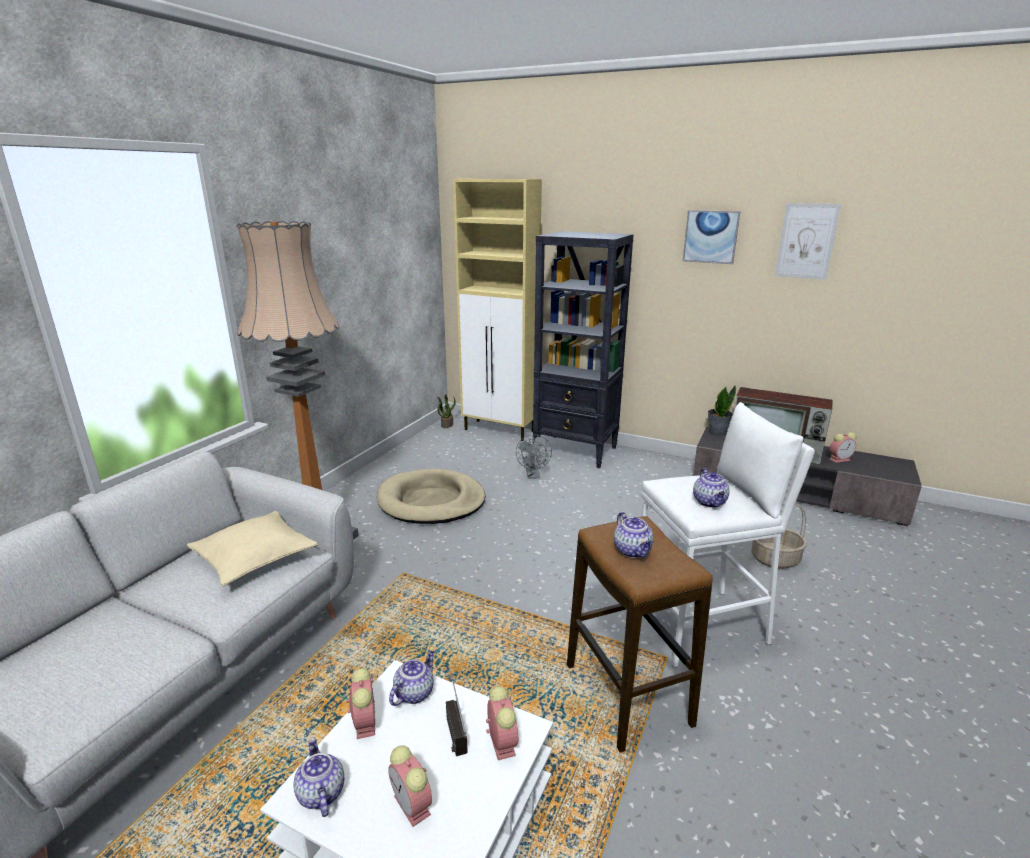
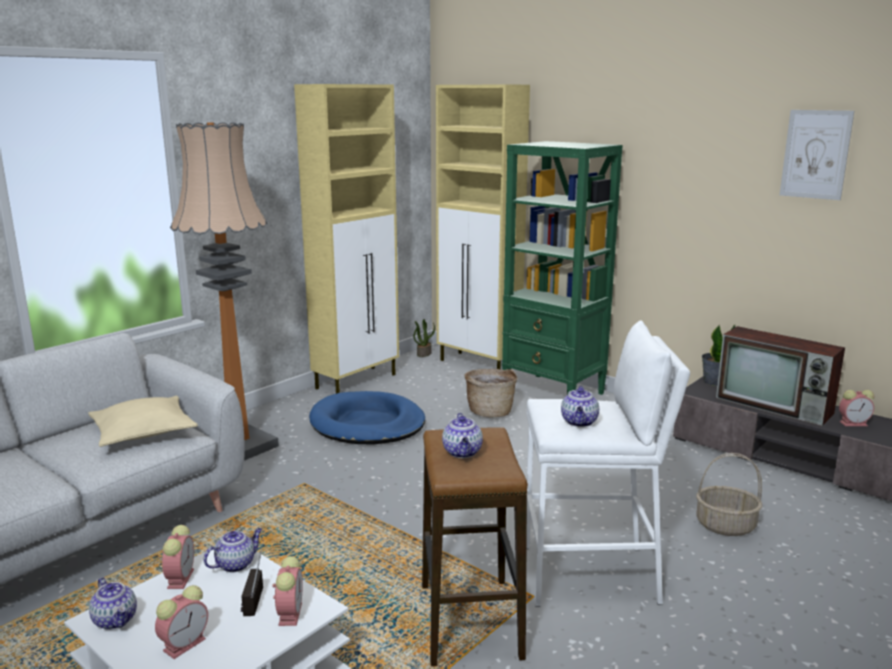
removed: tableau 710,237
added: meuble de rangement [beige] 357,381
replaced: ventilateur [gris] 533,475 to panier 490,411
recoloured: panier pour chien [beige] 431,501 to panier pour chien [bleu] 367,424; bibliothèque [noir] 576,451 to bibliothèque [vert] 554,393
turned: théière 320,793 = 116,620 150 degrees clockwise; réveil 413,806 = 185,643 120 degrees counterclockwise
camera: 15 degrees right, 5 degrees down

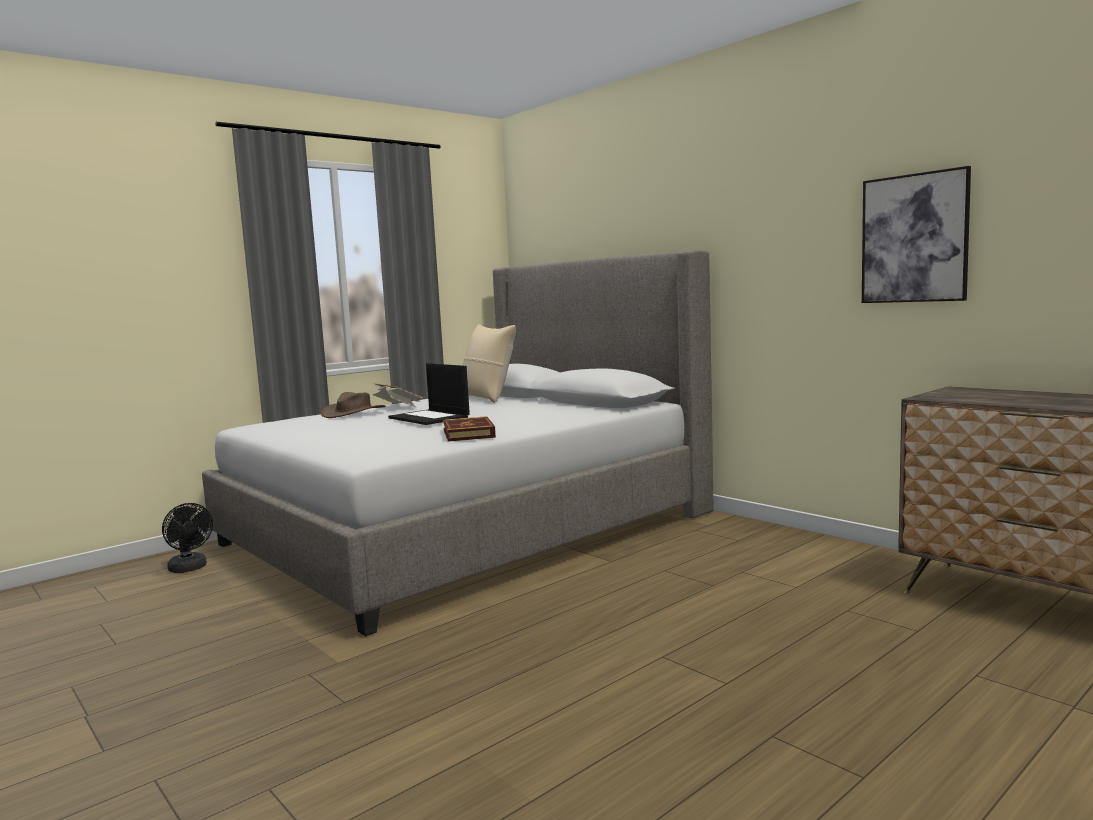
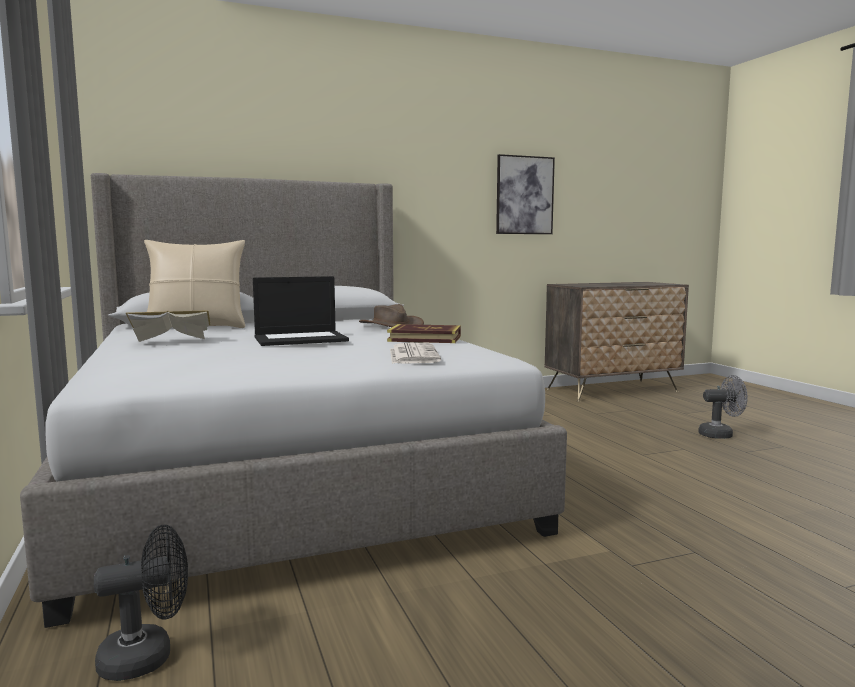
added: journal 412,355; ventilateur [gris] 721,434
moved: chapeau [marron] 353,412 to 391,326
camera: 70 degrees left, 0 degrees up

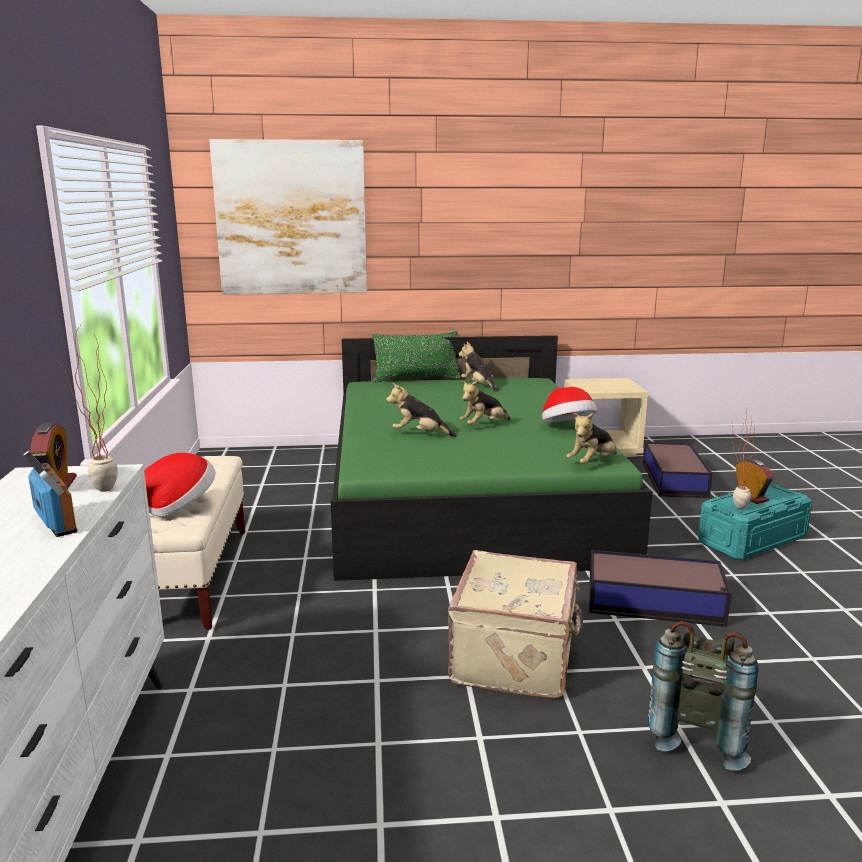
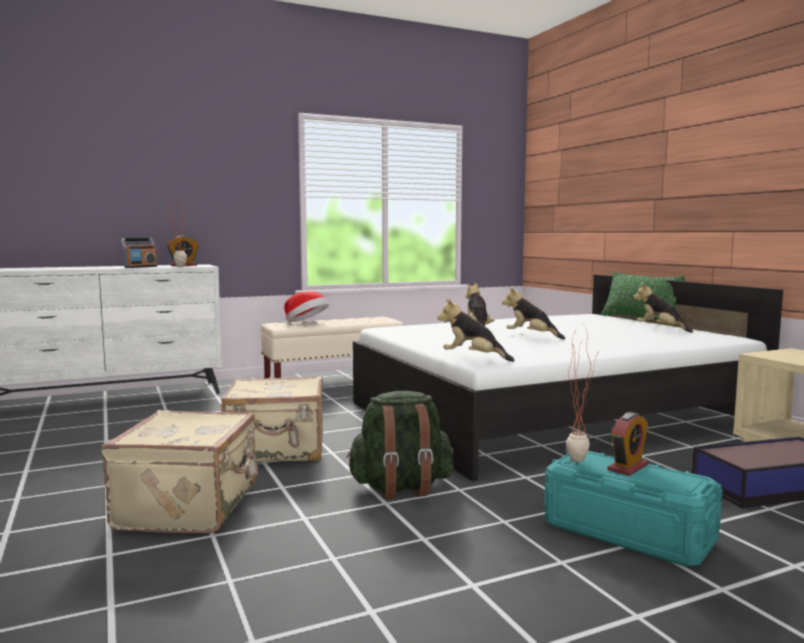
removed: tableau 291,218; chapeau 567,427
replaced: boîte de rangement 656,602 to sac à dos [vert] 401,488; sac à dos [gris] 697,733 to valise [beige] 190,507
recoloured: lit [vert] 465,495 to lit [blanc] 548,413
turned: peluche 478,385 = 660,329 75 degrees counterclockwise
camera: 70 degrees right, 10 degrees down

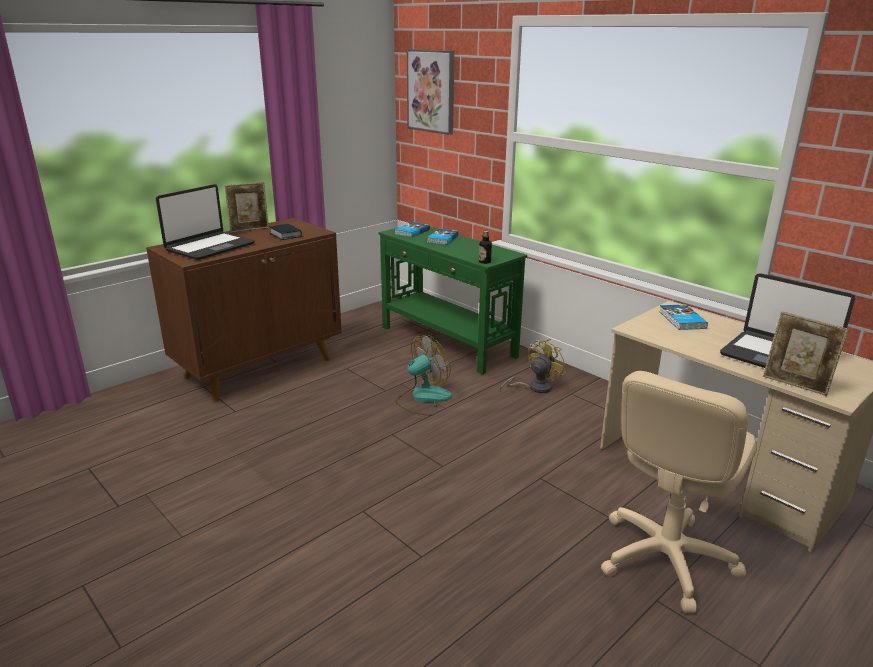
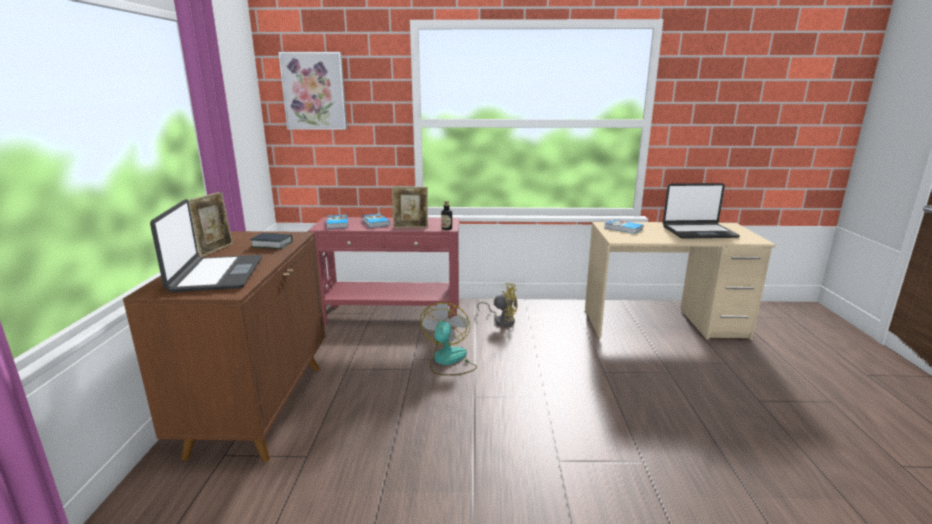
removed: chaise de bureau [beige] 665,558
moved: cadre photo 795,385 to 411,227
recoloured: table console [vert] 447,342 to table console [rouge] 392,316
turned: ventilateur [jaune] 534,387 = 502,320 105 degrees clockwise
camera: 45 degrees left, 5 degrees down

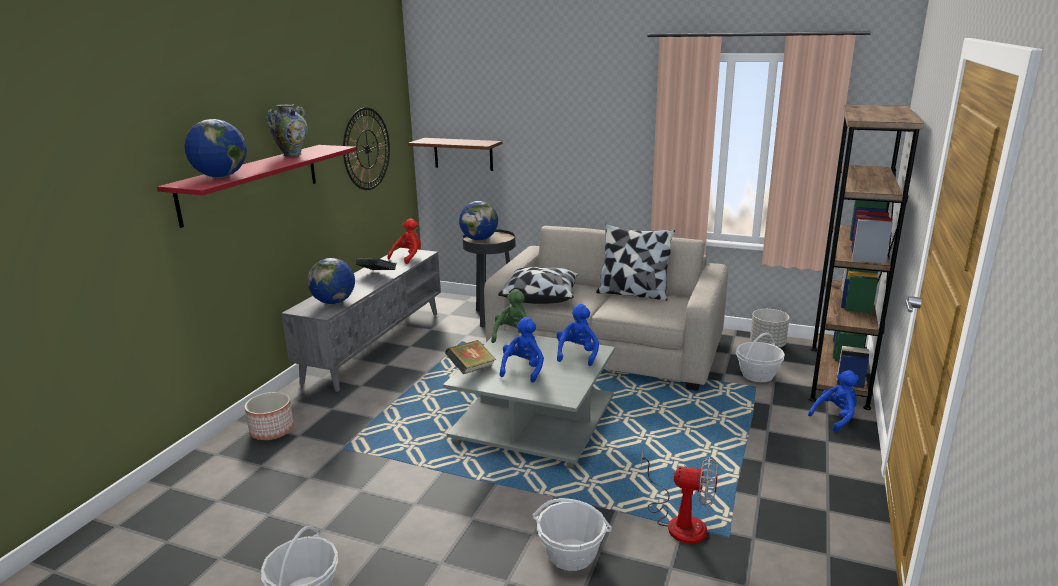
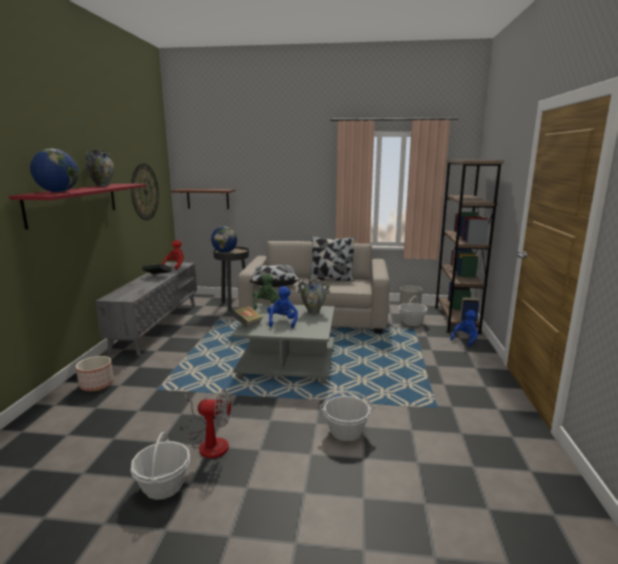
removed: globe 334,302
moved: ventilateur 679,521 to 209,442
replaced: peluche [bleu] 577,354 to vase 313,311
camera: 15 degrees left, 5 degrees down

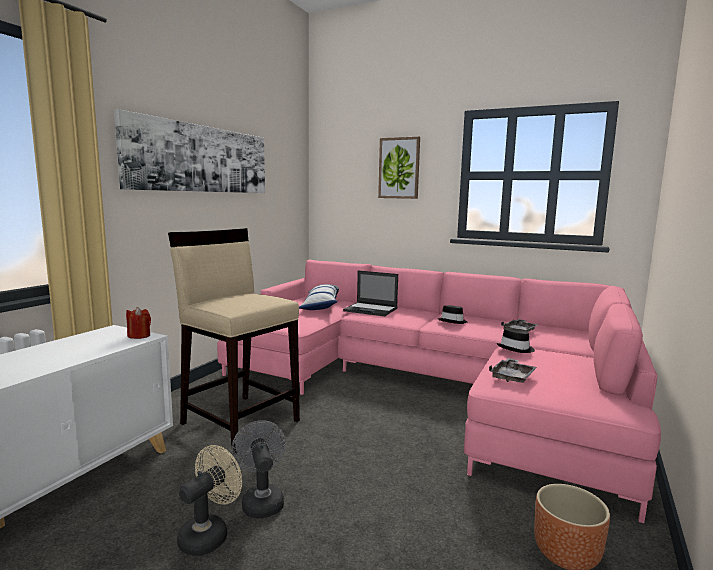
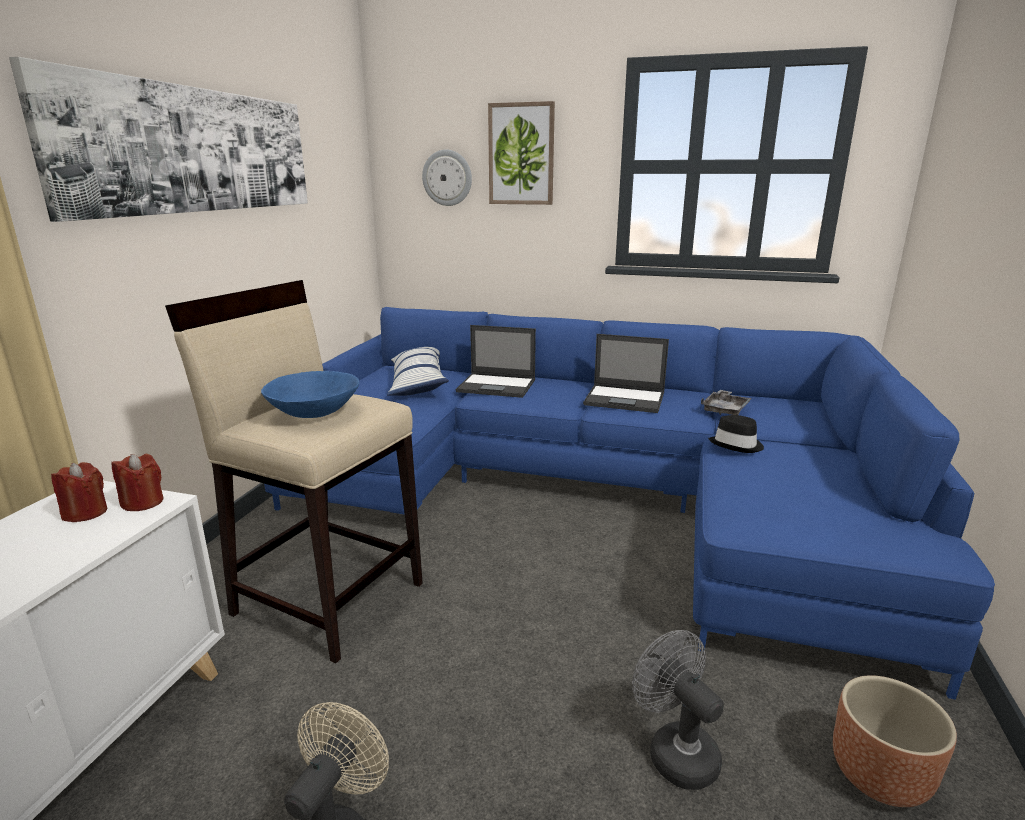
removed: plateau [gris] 512,377
added: bougie [rouge] 85,513; bol [bleu] 314,413; horloge murale 447,178
moved: ventilateur [gris] 261,500 to 675,751
replaced: chapeau [noir] 453,321 to ordinateur portable 625,399
recoloured: canapé [rose] 429,385 to canapé [bleu] 595,495
camera: 10 degrees left, 10 degrees up

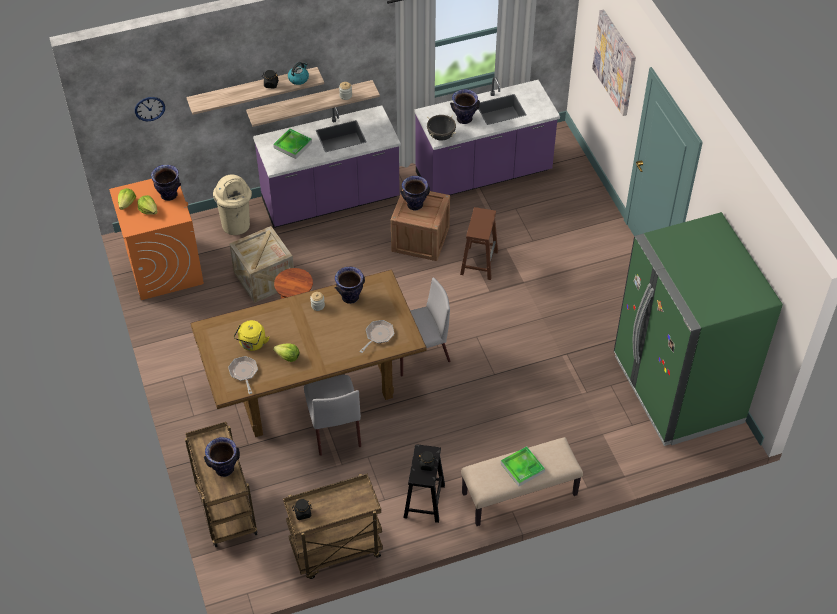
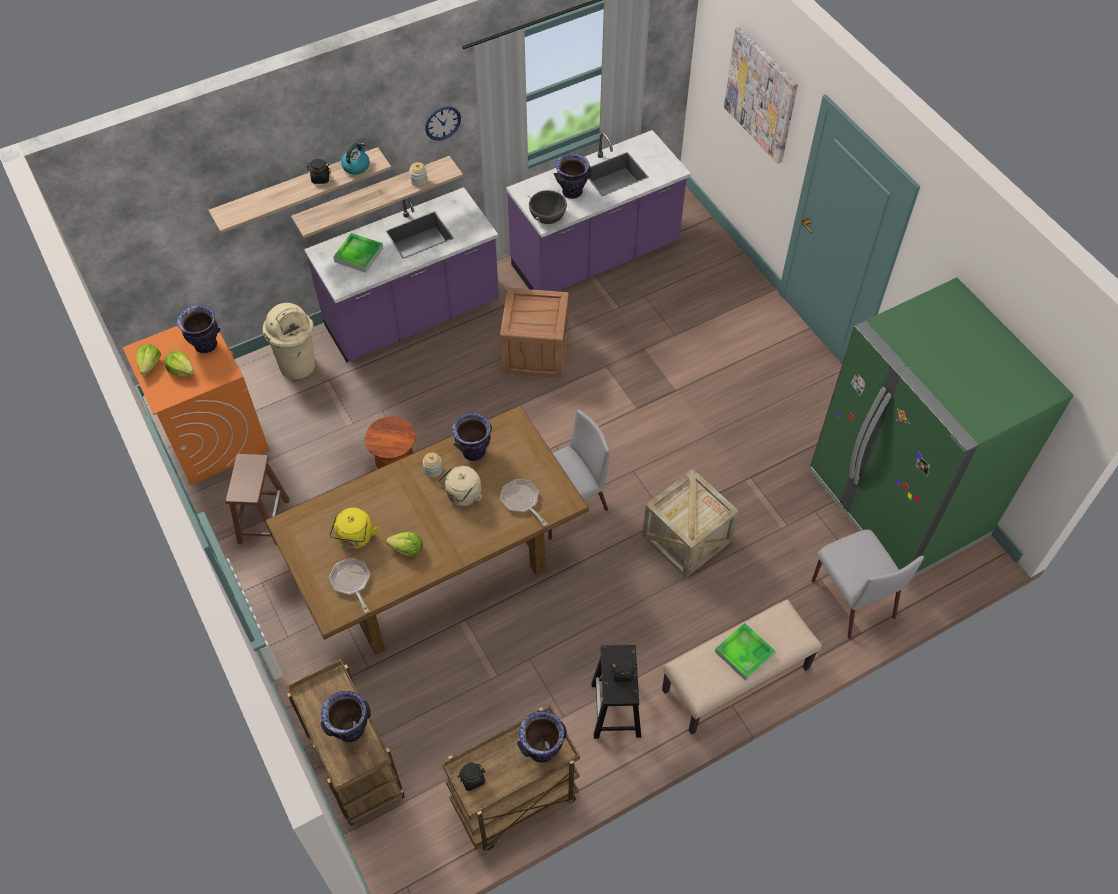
added: bouilloire [beige] 462,496
moved: horloge murale 149,108 to 442,123; caisse 264,278 to 686,538; chaise [gris] 334,428 to 851,597; vase 415,205 to 542,749; tabouret [marron] 479,262 to 264,520
turned: poêle 378,336 = 522,501 60 degrees counterclockwise
camera: 10 degrees left, 5 degrees up

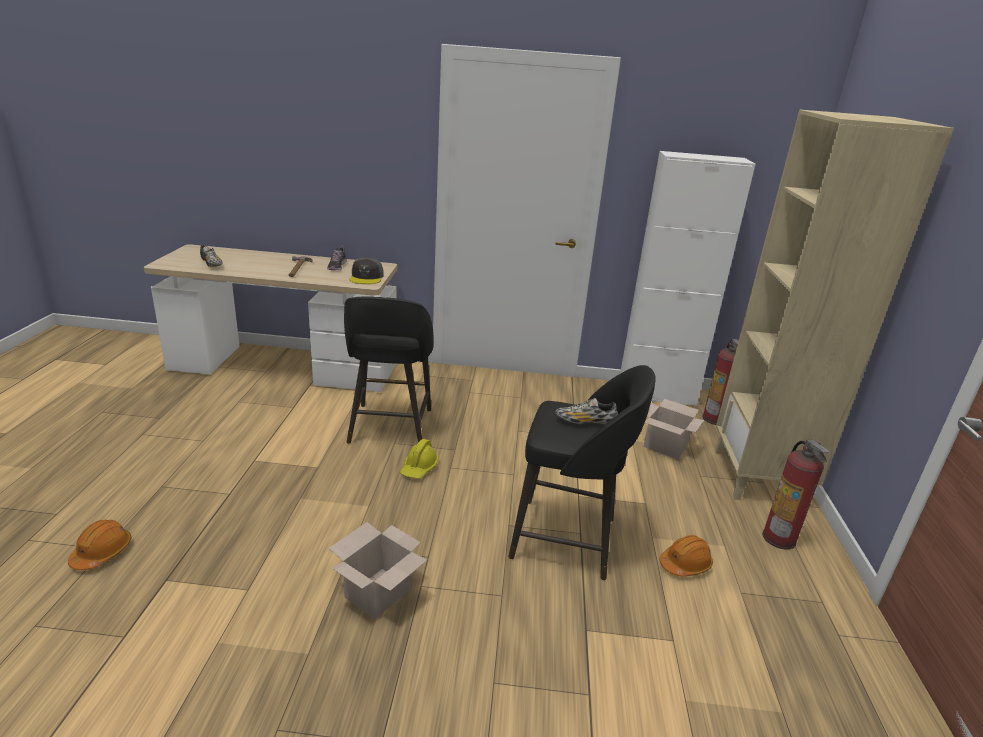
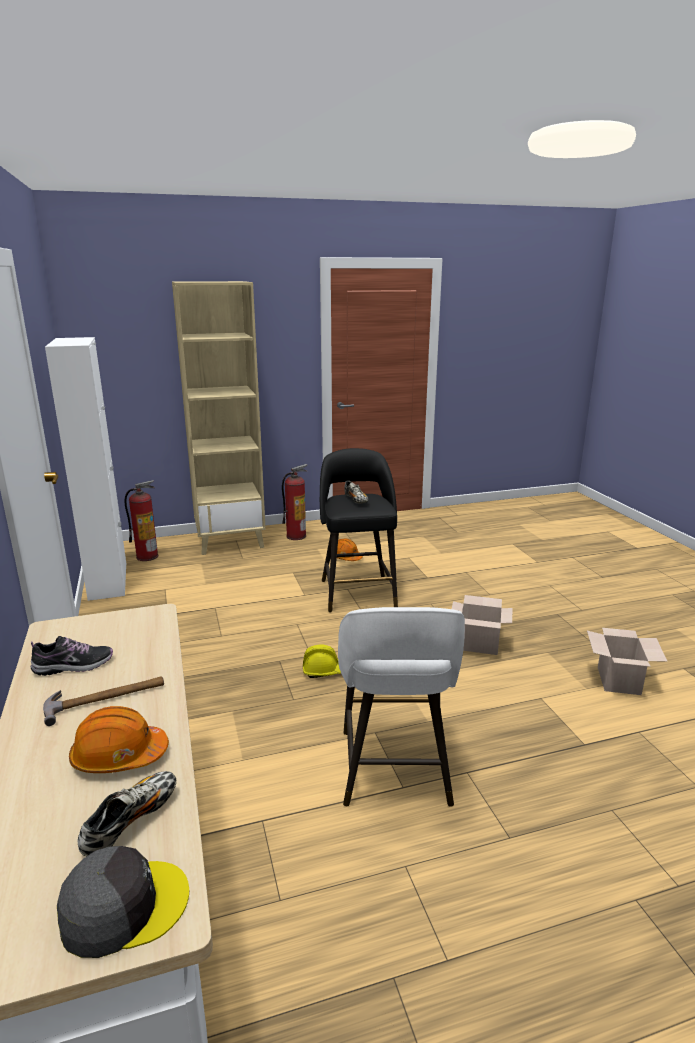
removed: tabouret [noir] 390,427
added: tabouret [blanc] 394,770
moved: casque de chantier [orange] 102,553 to 119,756; casquette [gris] 366,277 to 124,906; carton 664,446 to 619,681
camera: 110 degrees left, 5 degrees down

